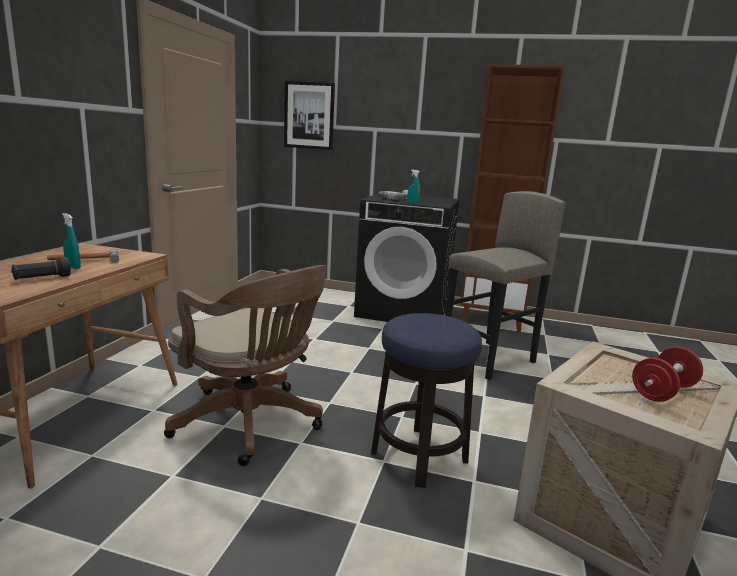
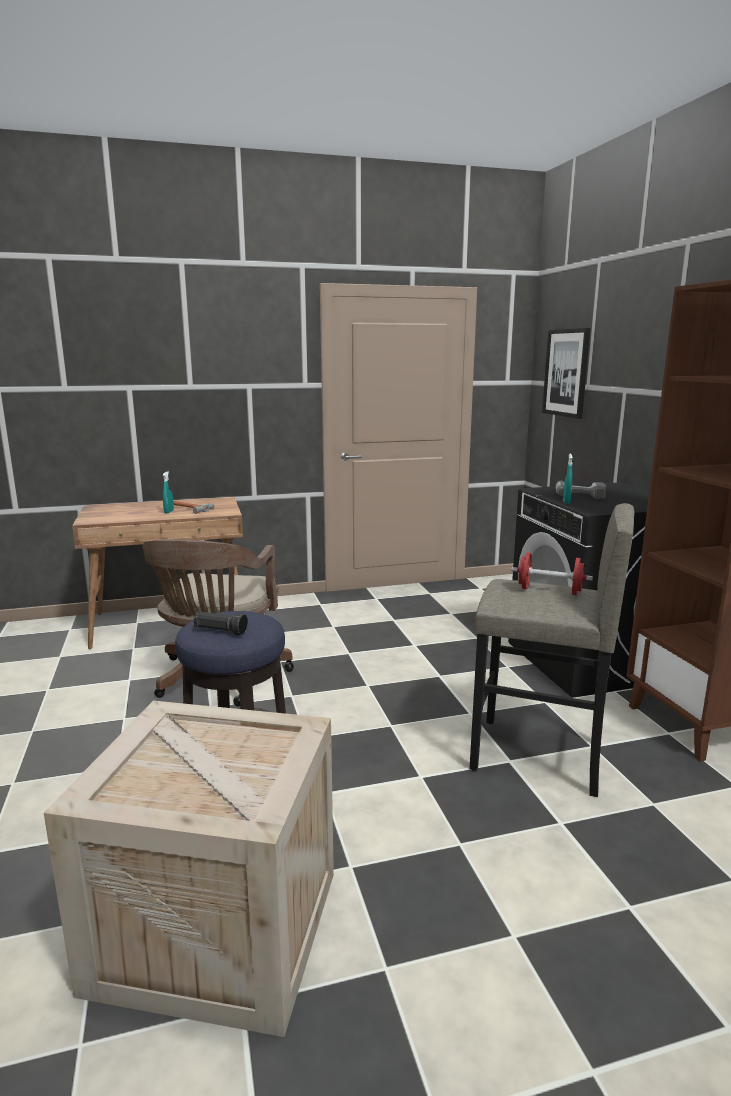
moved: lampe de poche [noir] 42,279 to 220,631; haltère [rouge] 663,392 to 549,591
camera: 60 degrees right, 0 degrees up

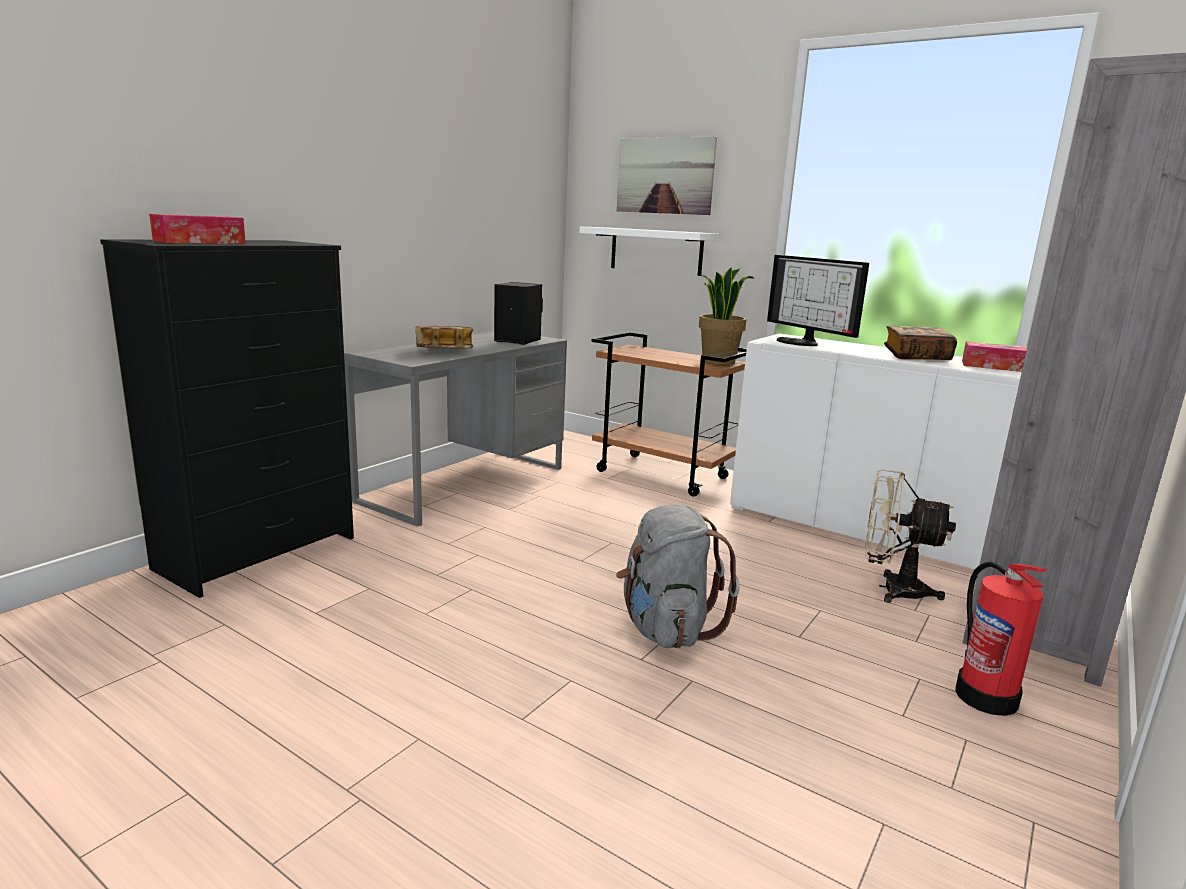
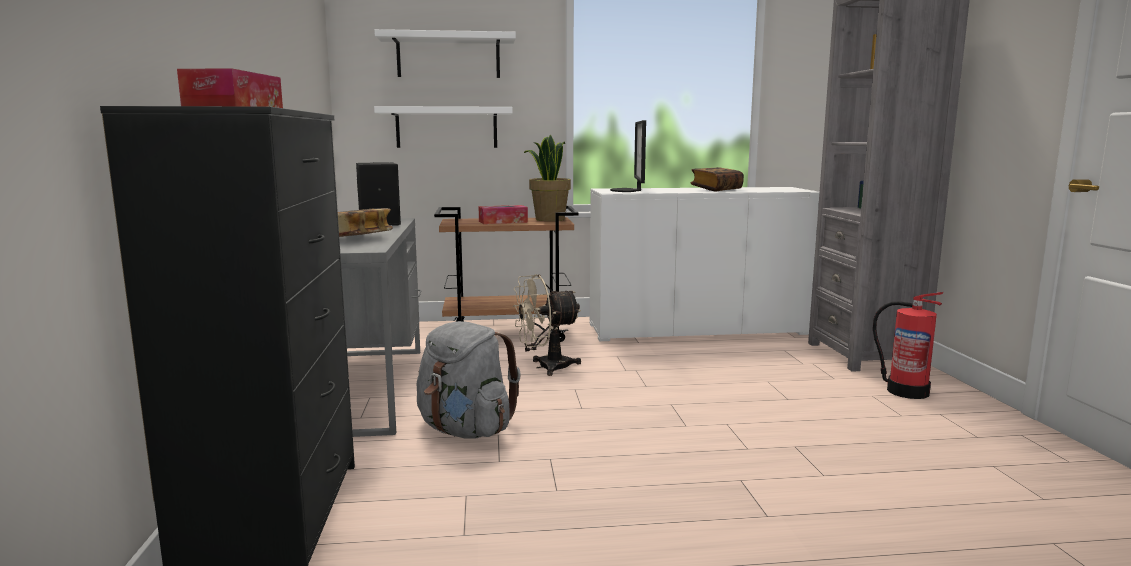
moved: sac à dos [gris] 666,629 to 465,430; ventilateur [beige] 891,589 to 545,367; boîte à mouchoirs 996,366 to 503,222
replaced: tableau 665,176 to étagère [blanc] 448,56
turned: écran d'ordinateur 800,342 = 629,190 75 degrees clockwise
camera: 40 degrees left, 5 degrees down

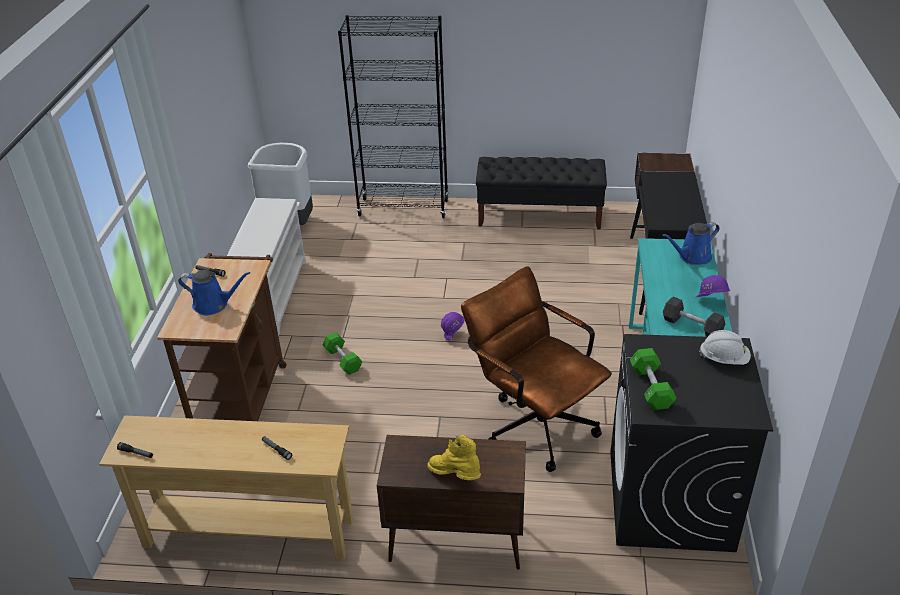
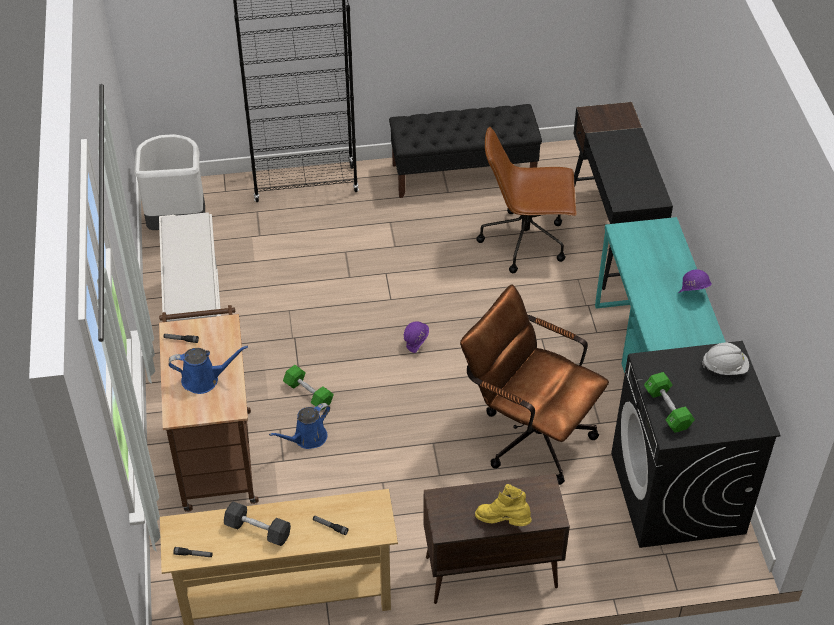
added: chaise de bureau [marron] 525,241
moved: arrosoir [bleu] 692,257 to 307,438; haltère [noir] 692,326 to 258,530
camera: 15 degrees left, 10 degrees up

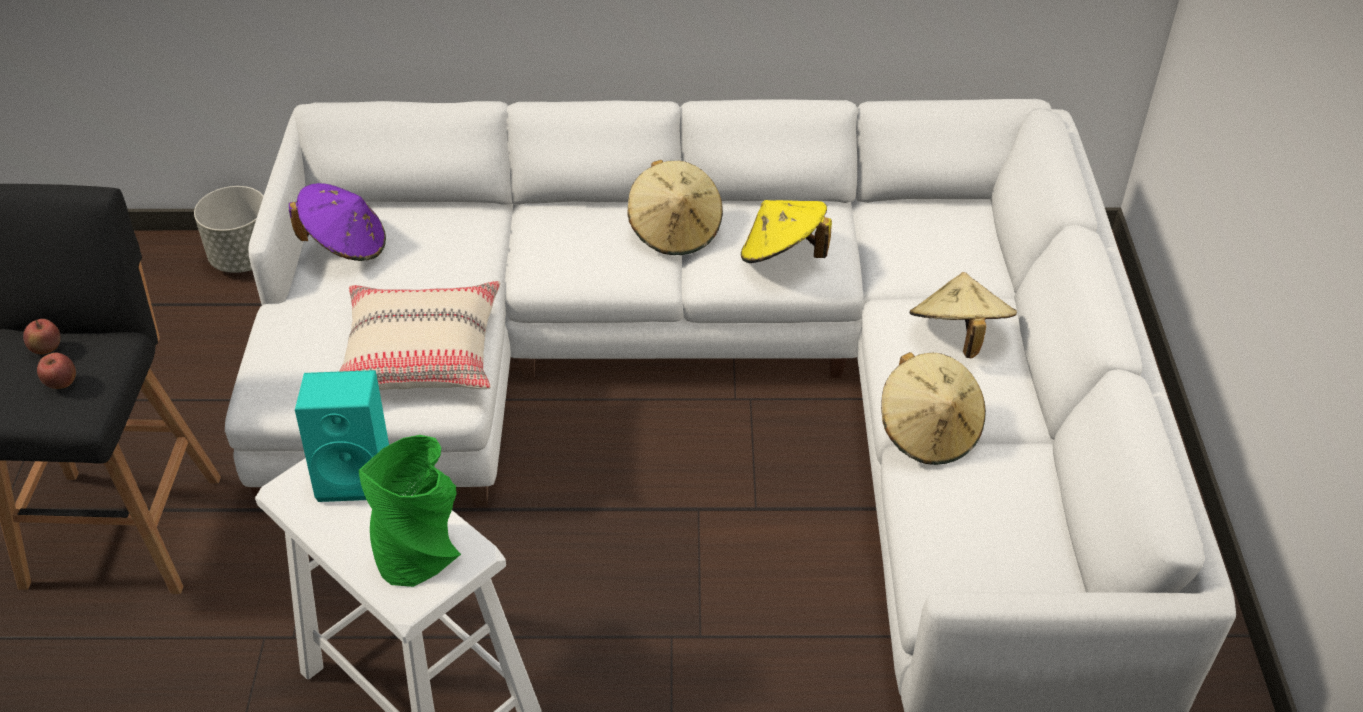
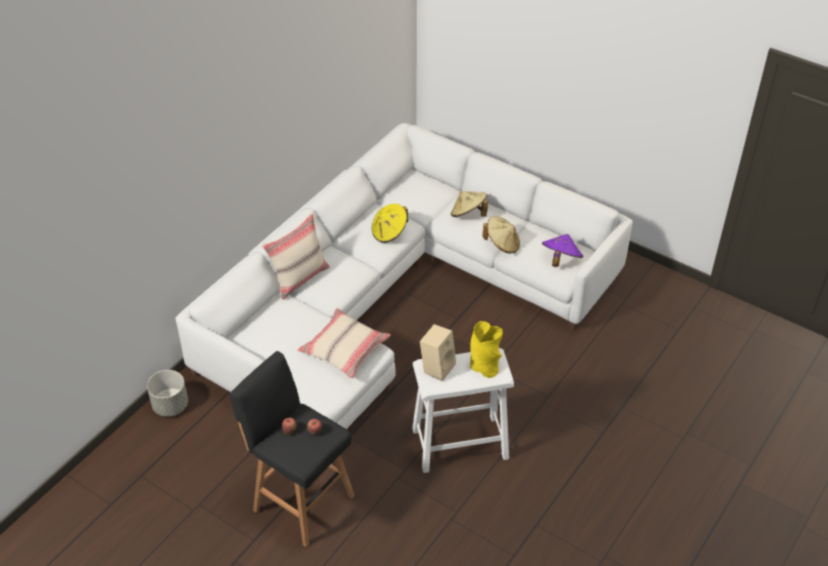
removed: chapeau [beige] 675,231
added: coussin [beige] 299,278
moved: chapeau [violet] 346,245 to 560,259
recoloured: enceinte [turquoise] 357,474 to enceinte [beige] 437,367; vase [vert] 420,551 to vase [jaune] 484,365
camera: 55 degrees left, 0 degrees up

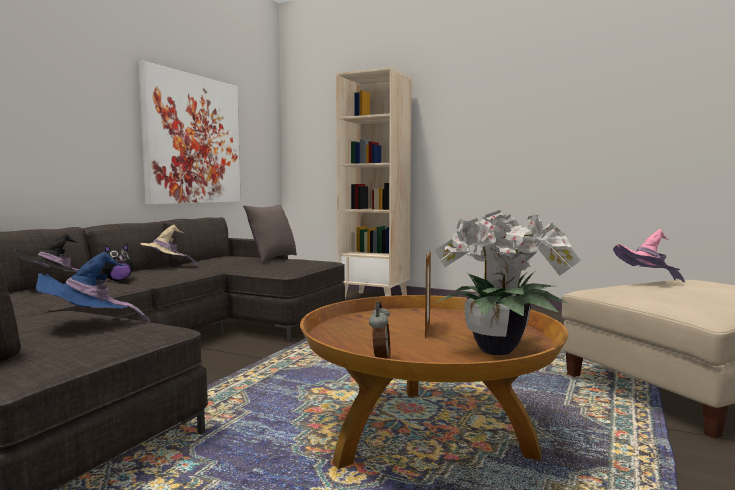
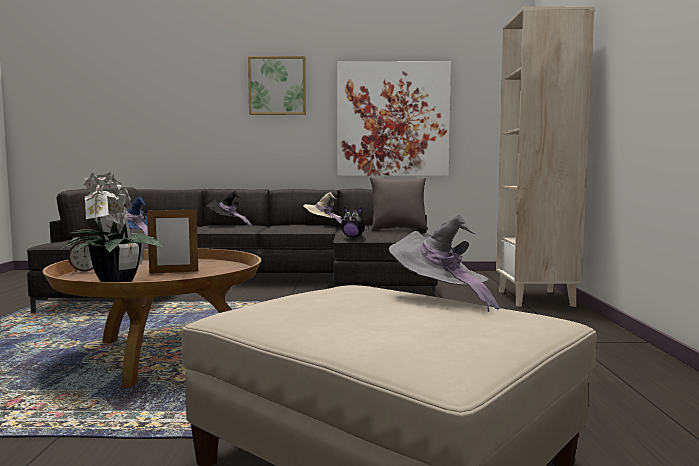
added: tableau 277,86
moved: peluche 117,280 to 353,237
recoloured: chapeau [rose] 647,283 to chapeau [gris] 440,298
camera: 65 degrees right, 0 degrees up

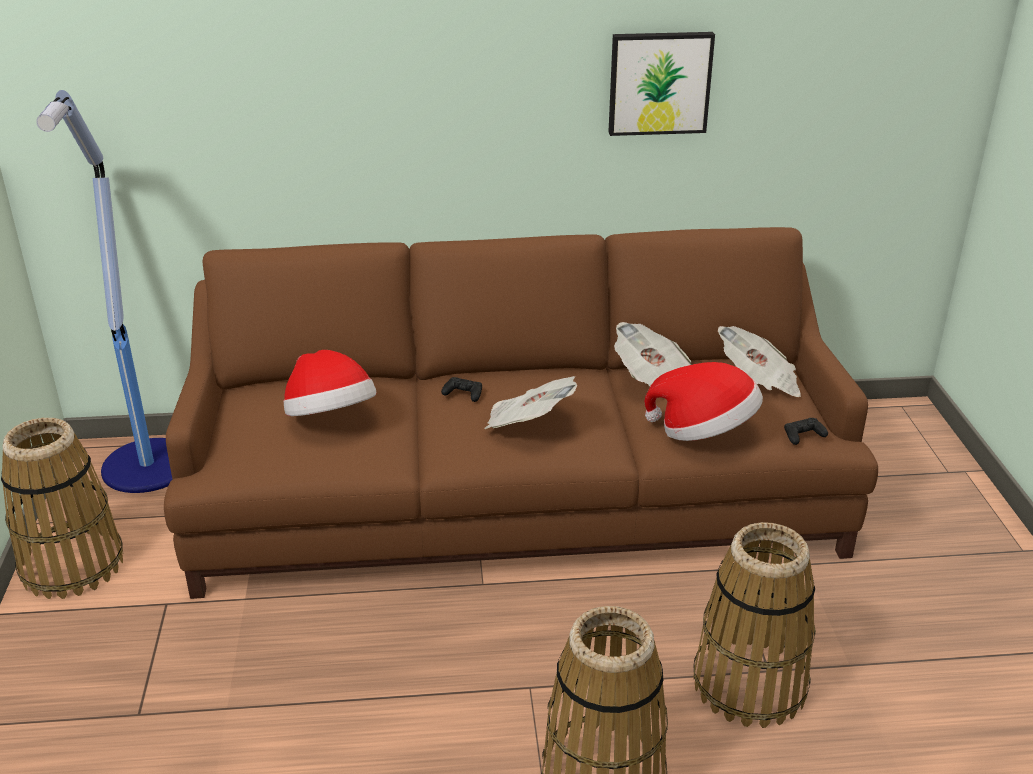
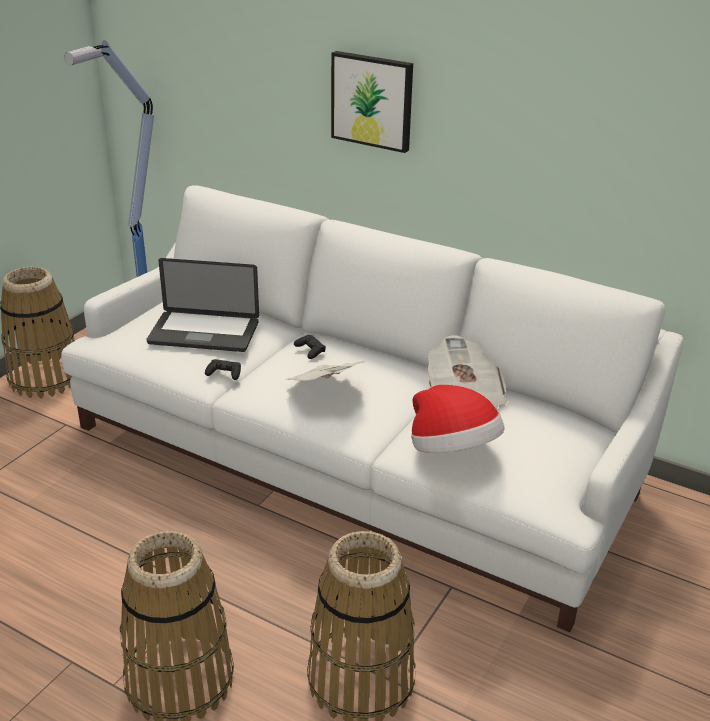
removed: journal 758,381
moved: tableau 659,83 to 372,100; manette [noir] 803,435 to 224,373
replaced: chapeau 331,419 to ordinateur portable 204,333
recoloured: canapé [marron] 516,495 to canapé [blanc] 353,455
camera: 35 degrees right, 0 degrees up

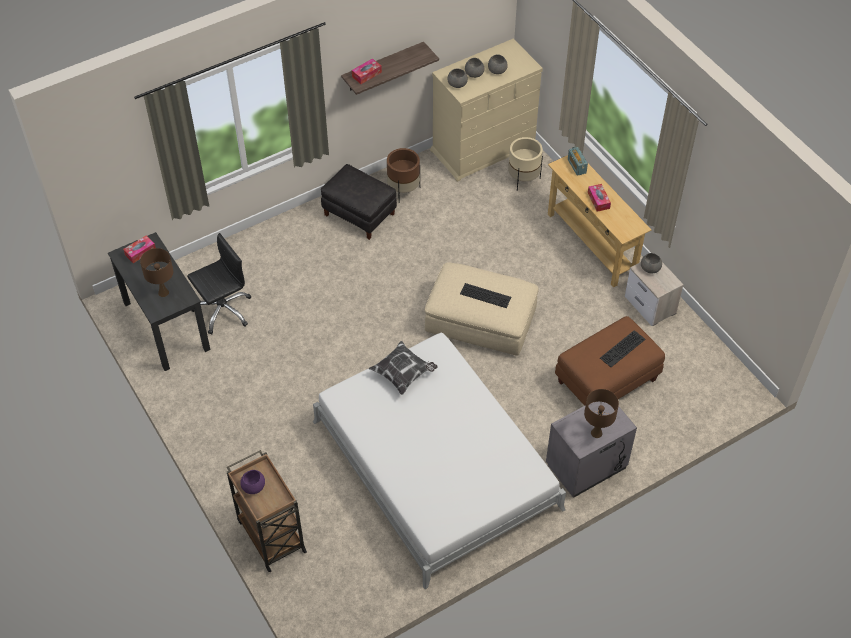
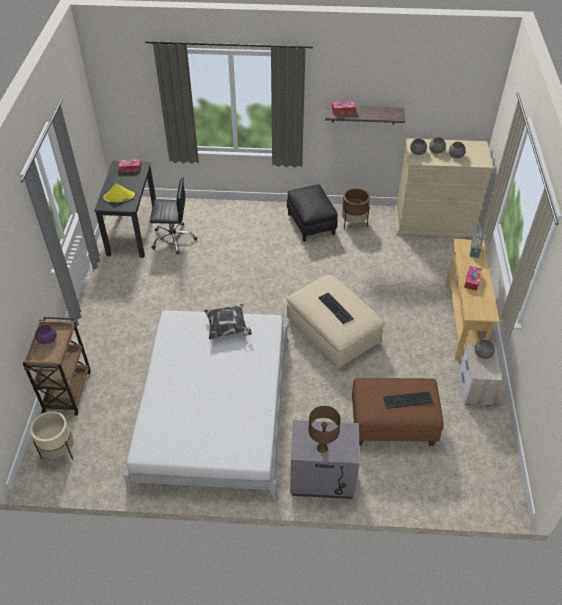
moved: cache-pot [beige] 523,179 to 59,451
replaced: lampe de table [marron] 163,293 to chapeau [jaune] 119,197
camera: 35 degrees right, 5 degrees down

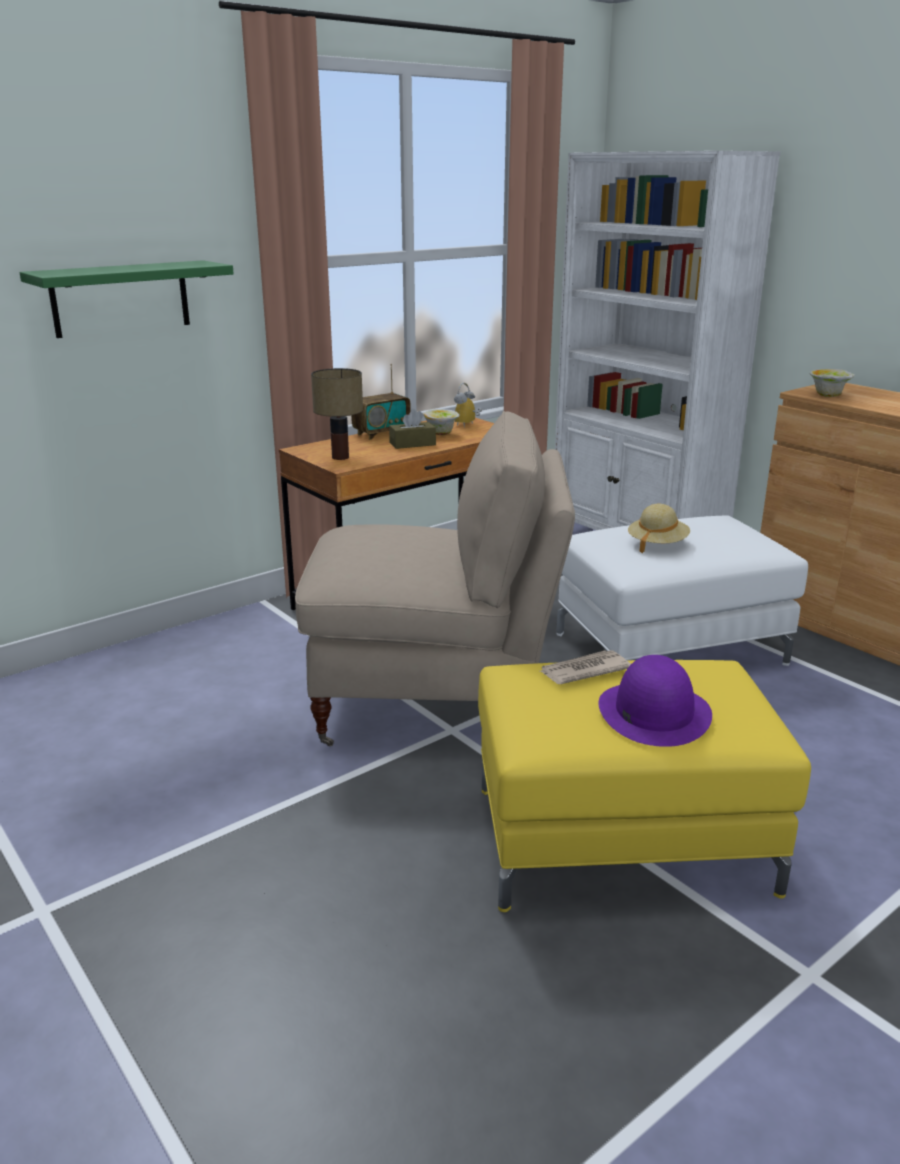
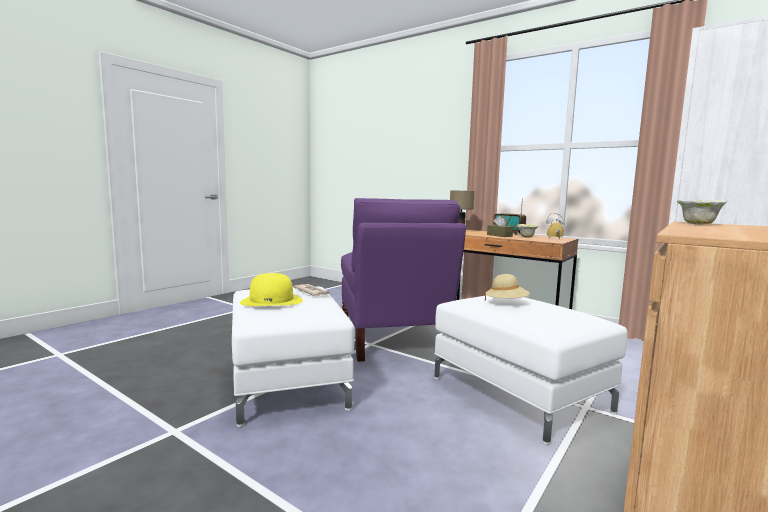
removed: étagère [vert] 121,298
recoloured: chaise [beige] 436,702 to chaise [violet] 393,339; pouf [jaune] 620,841 to pouf [blanc] 286,382; chapeau [violet] 653,712 to chapeau [jaune] 272,301
camera: 75 degrees right, 15 degrees down

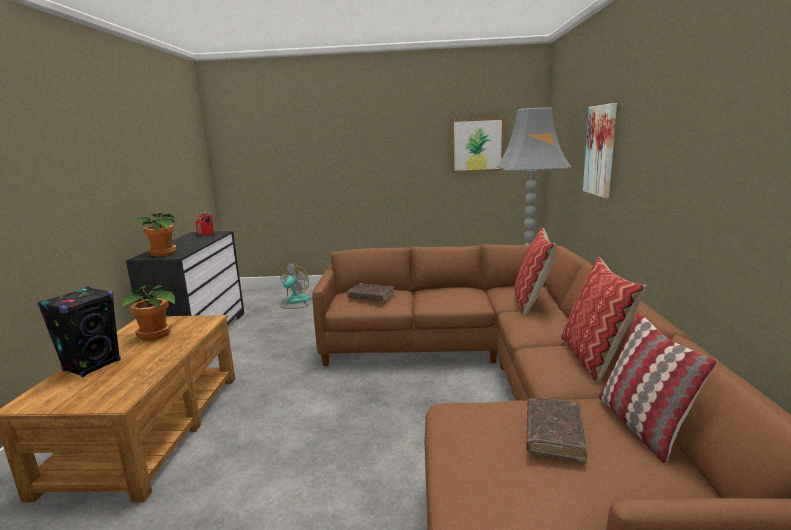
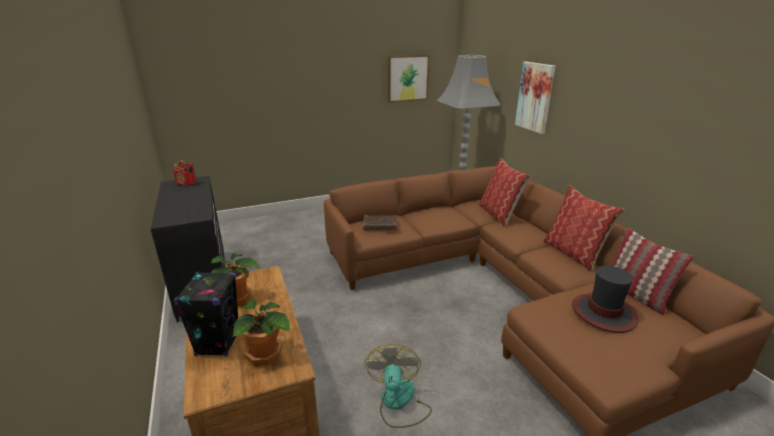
moved: plante en pot 163,254 to 265,355; ventilateur 294,302 to 398,402
replaced: livre [marron] 554,435 to chapeau 604,313
camera: 25 degrees left, 10 degrees up

